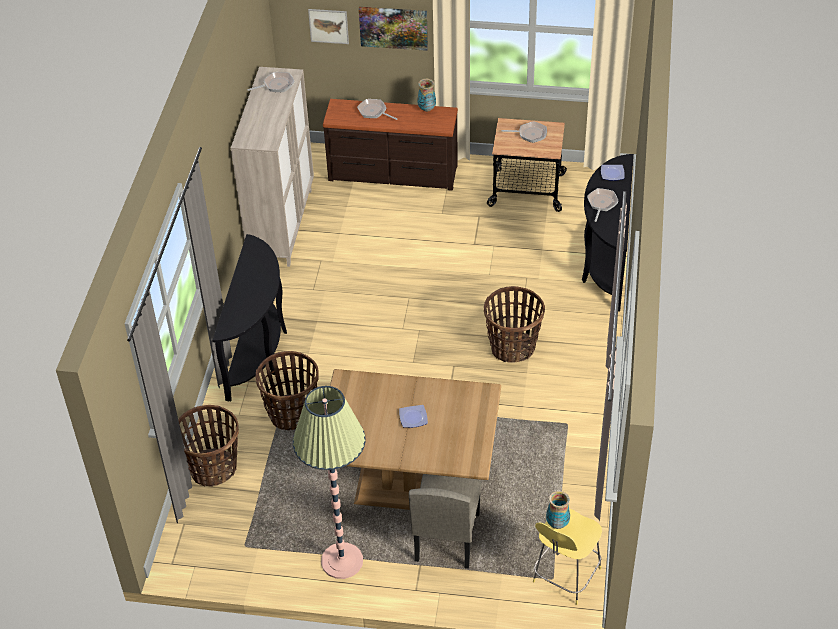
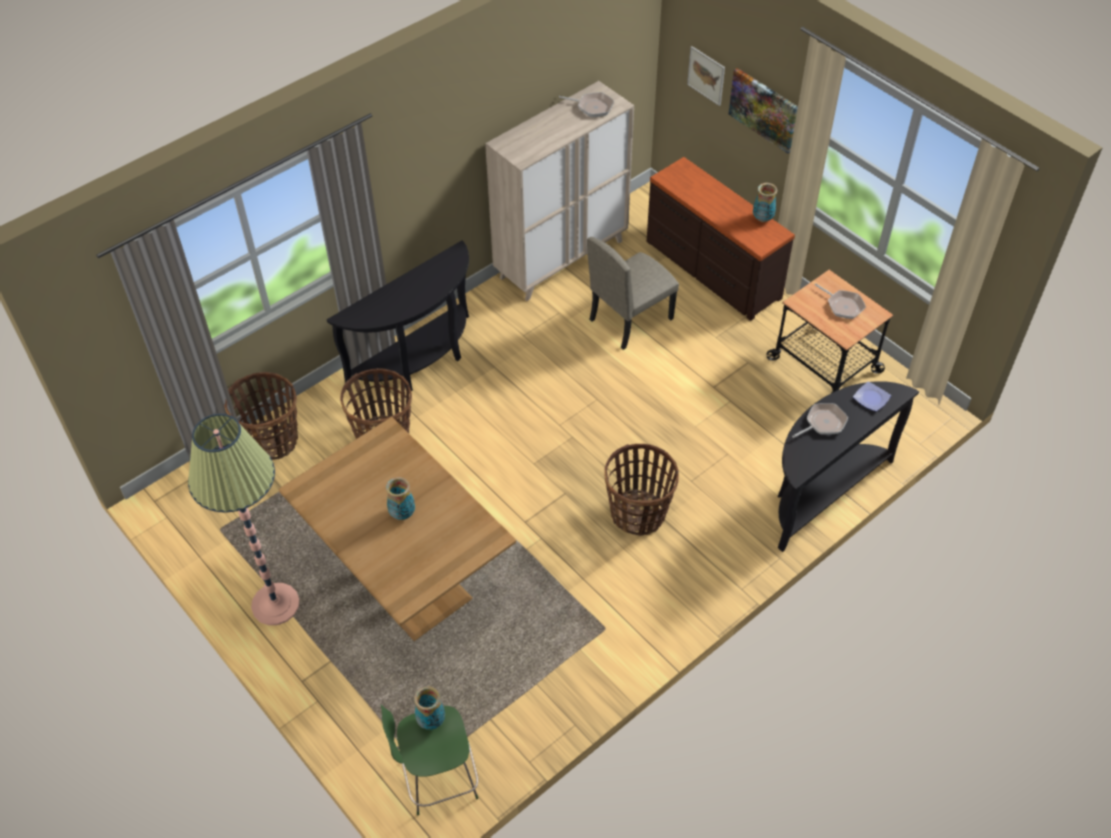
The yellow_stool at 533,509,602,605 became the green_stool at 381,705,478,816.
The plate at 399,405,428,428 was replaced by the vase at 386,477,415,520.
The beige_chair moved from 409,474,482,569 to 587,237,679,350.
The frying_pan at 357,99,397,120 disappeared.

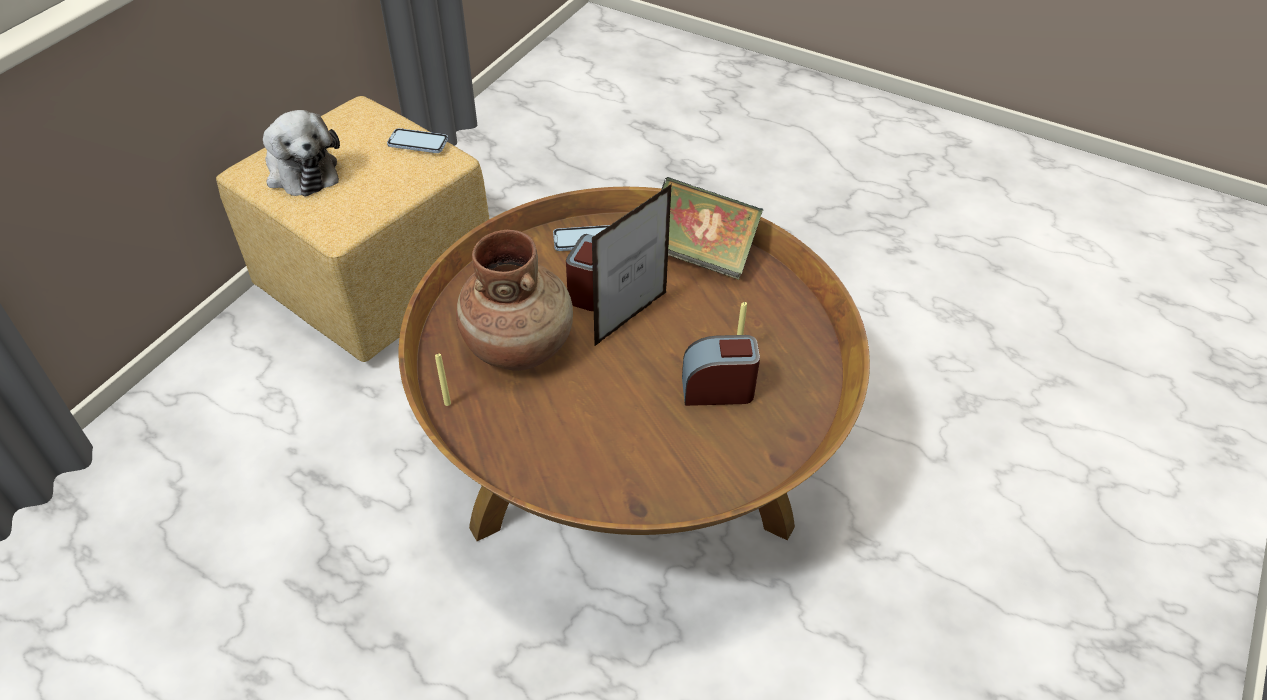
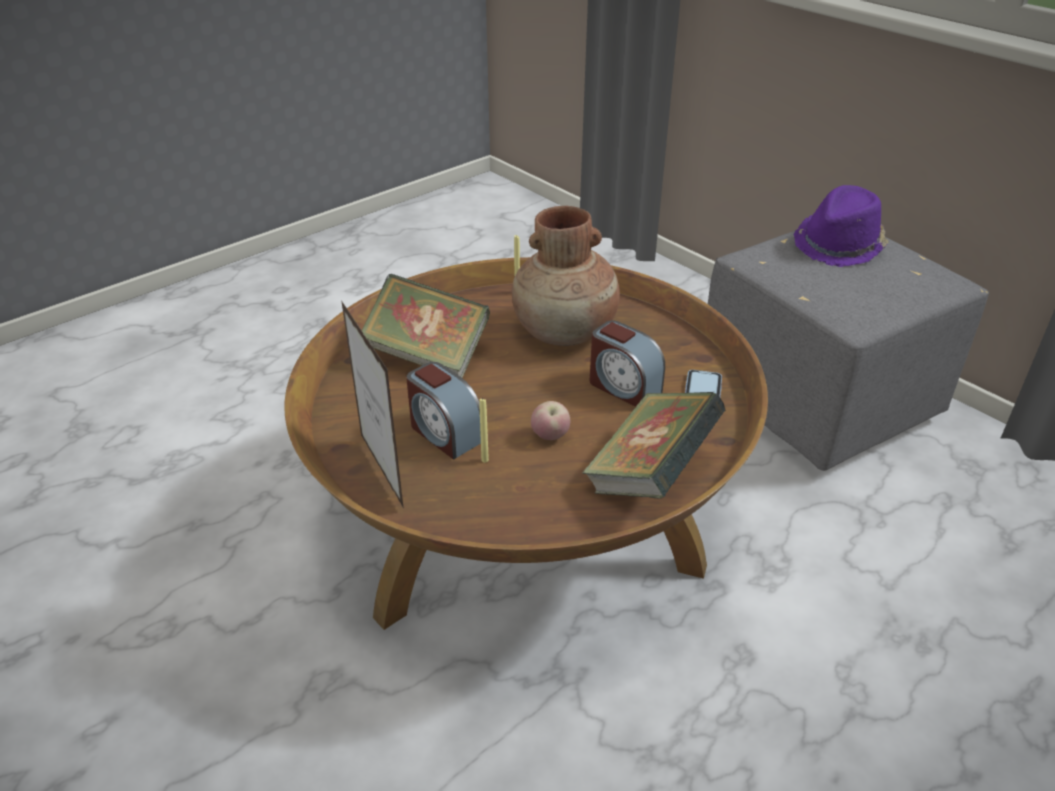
The picture_frame moved from 592,184,672,347 to 342,302,404,508.
The book at 362,274,490,378 appeared.
The alarm_clock at 682,335,760,406 turned 120 degrees clockwise.
The apple at 531,401,570,440 appeared.
The yellow_ottoman at 216,96,489,362 became the grey_ottoman at 708,231,989,471.
The plush_toy at 263,110,340,197 was replaced by the purple_hat at 794,185,889,267.
The phone at 387,128,448,153 disappeared.

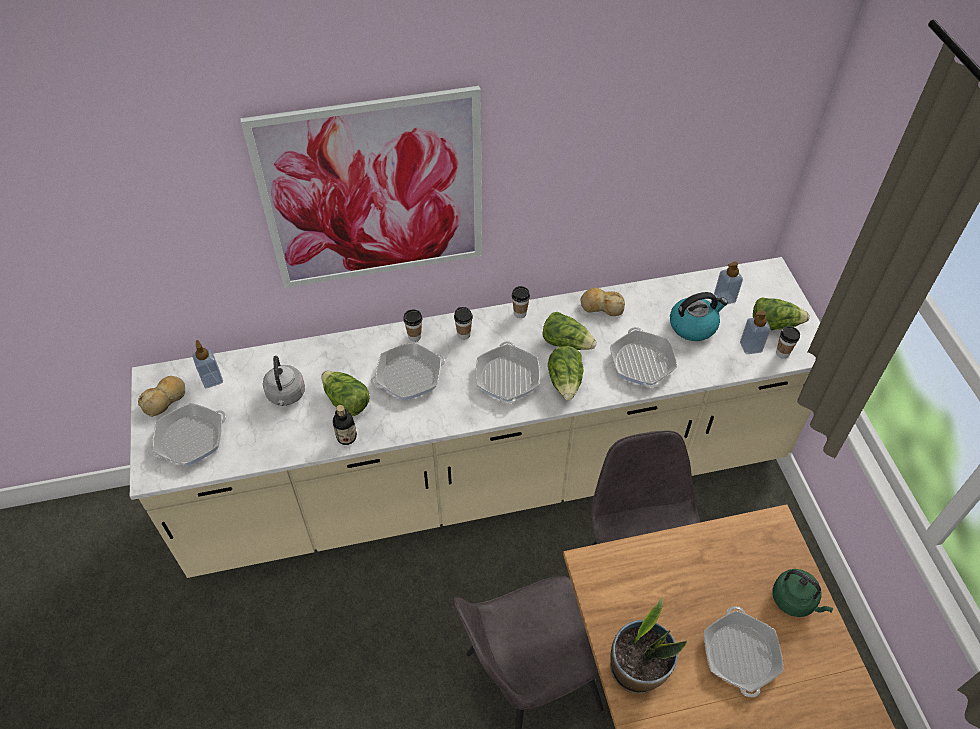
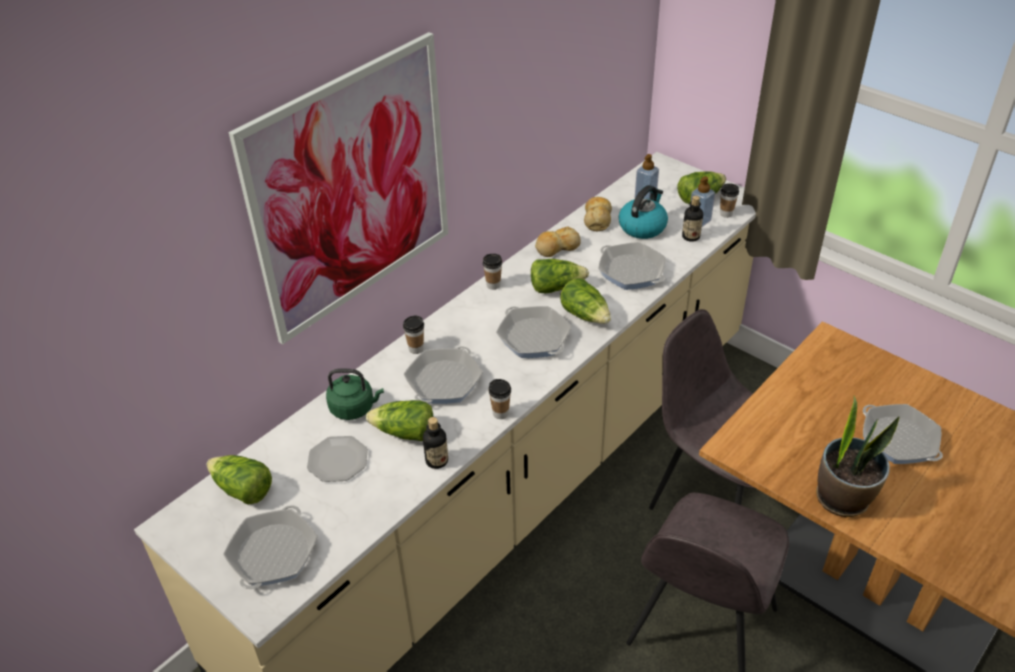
The soap_dispenser at 192,340,223,388 was replaced by the lettuce at 207,455,272,505.
The grey_kettle at 263,356,305,406 was replaced by the plate at 307,436,368,482.
The green_kettle moved from 773,569,833,617 to 326,369,384,420.
The cup moved from 454,307,473,340 to 488,379,511,419.
The bread moved from 138,376,185,417 to 584,197,612,231.
The bottle at 682,196,703,242 appeared.

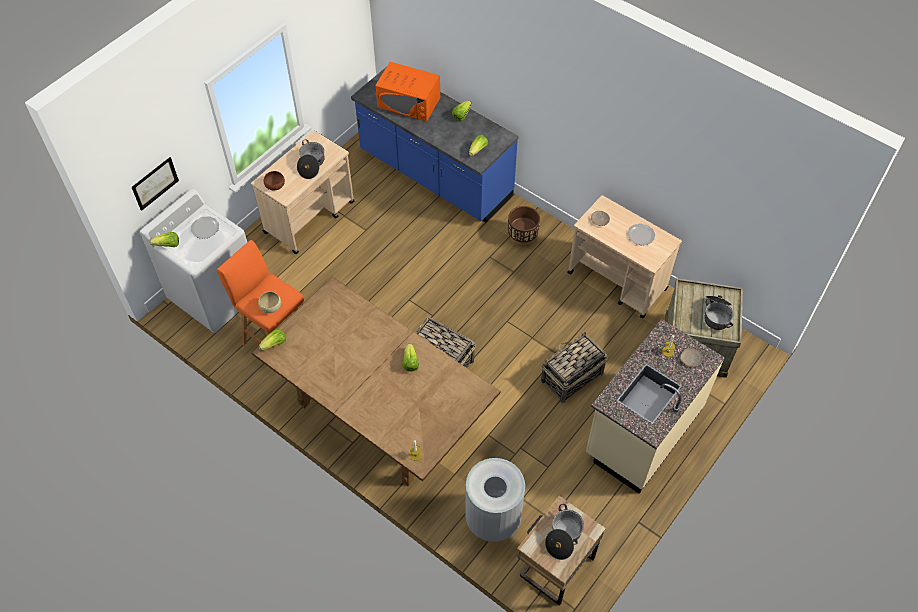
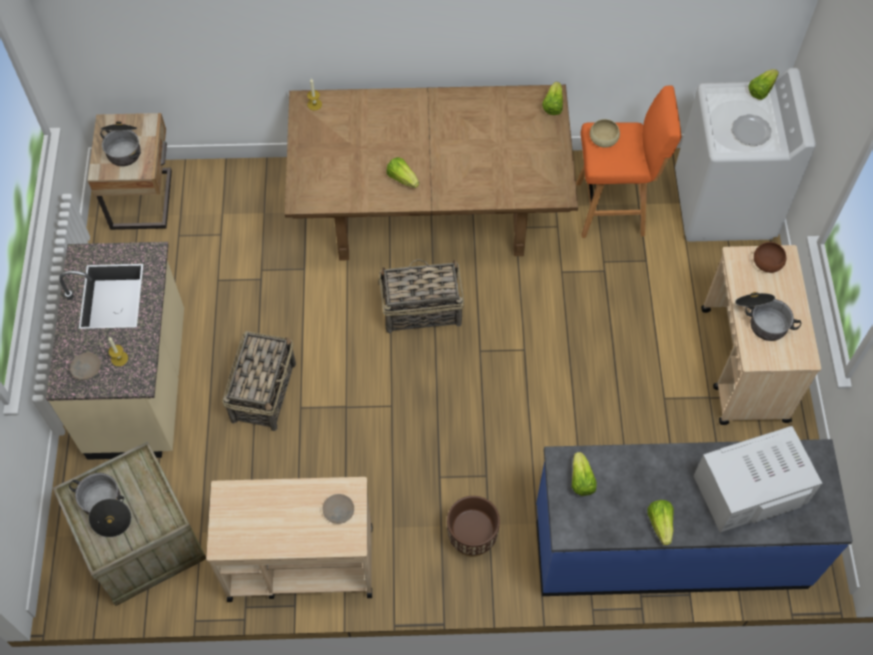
The orange_microwave at 376,62,440,121 became the white_microwave at 693,426,822,533.
The picture at 131,157,179,211 disappeared.
The grey_trash_can at 465,458,525,542 disappeared.
The plate at 627,224,655,246 disappeared.

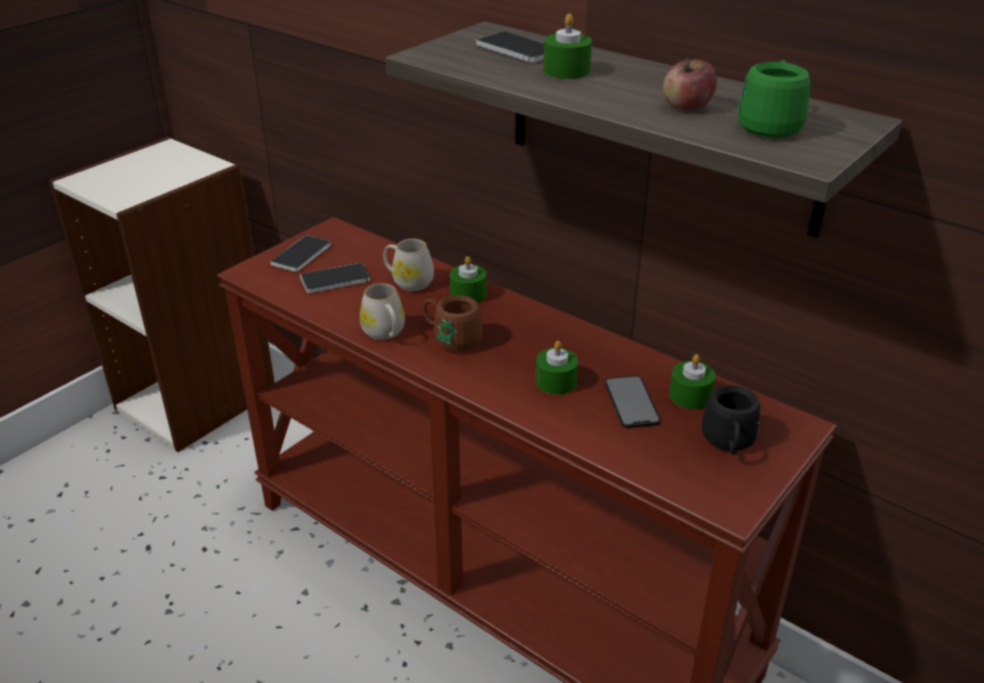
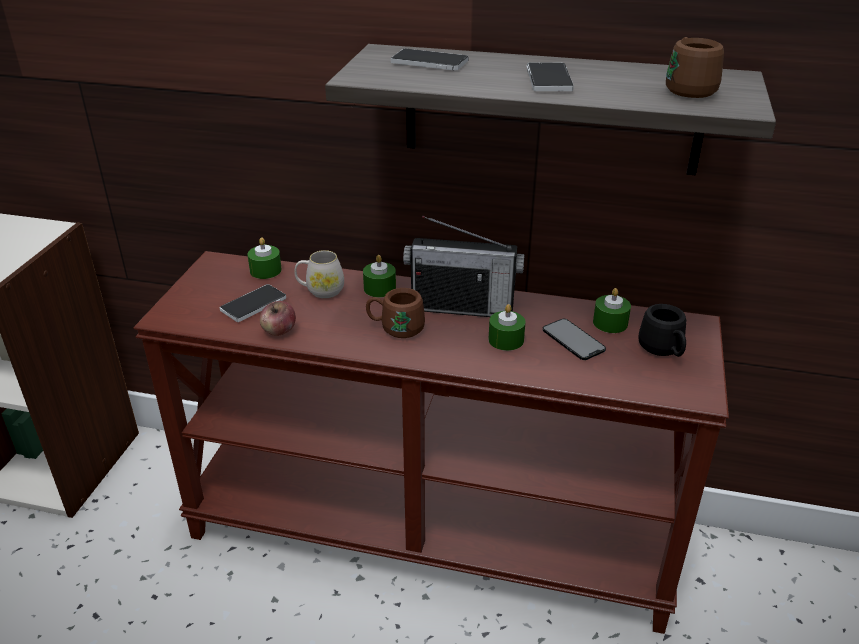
The green_candle moved from 543,14,592,79 to 247,238,282,279.
The apple moved from 663,58,717,110 to 260,301,296,336.
The radio at 403,215,525,317 appeared.
The phone moved from 271,235,331,272 to 526,62,574,91.
The green_mug at 738,60,810,138 became the brown_mug at 666,37,724,98.
The white_mug at 360,283,405,340 disappeared.

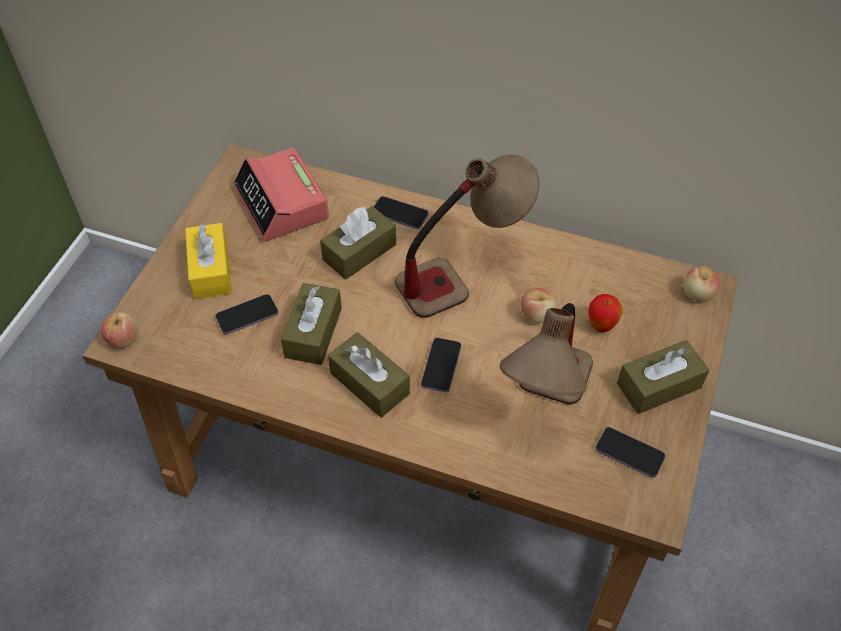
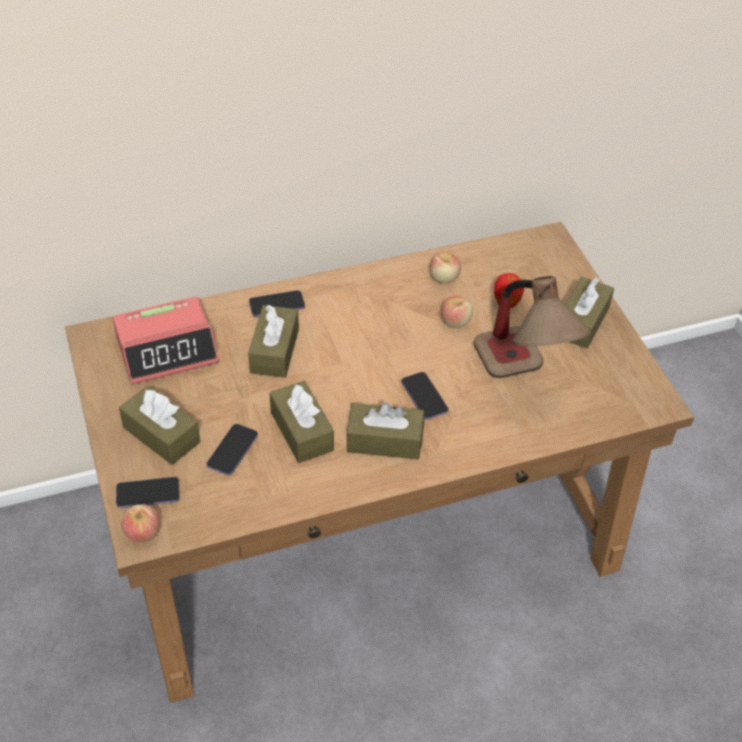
The alarm_clock at 233,148,329,241 turned 45 degrees counterclockwise.
The phone moved from 595,427,665,478 to 116,477,180,508.
The yellow_tissue_box at 185,222,232,299 became the brown_tissue_box at 119,386,200,465.
The apple moved from 684,266,720,302 to 430,252,461,283.
The table_lamp at 395,155,539,318 disappeared.

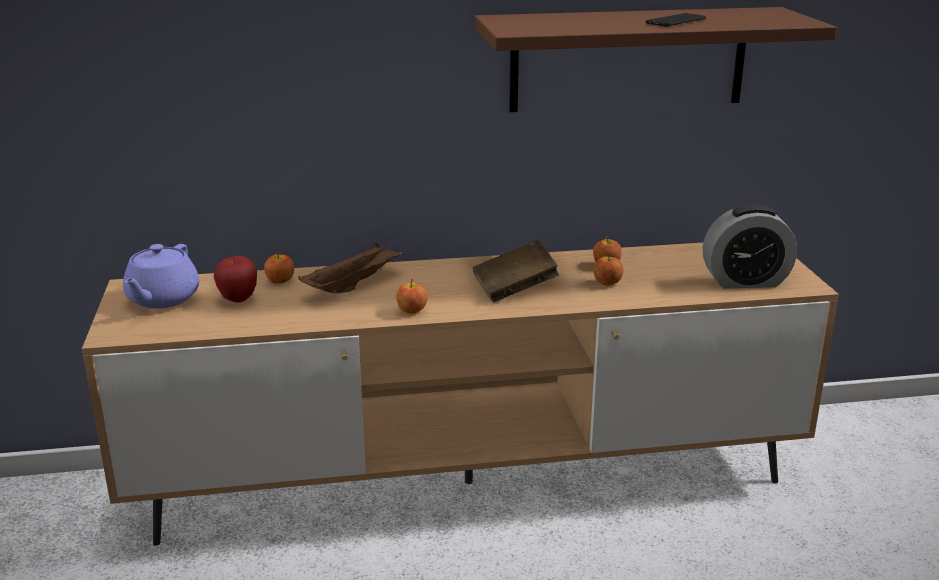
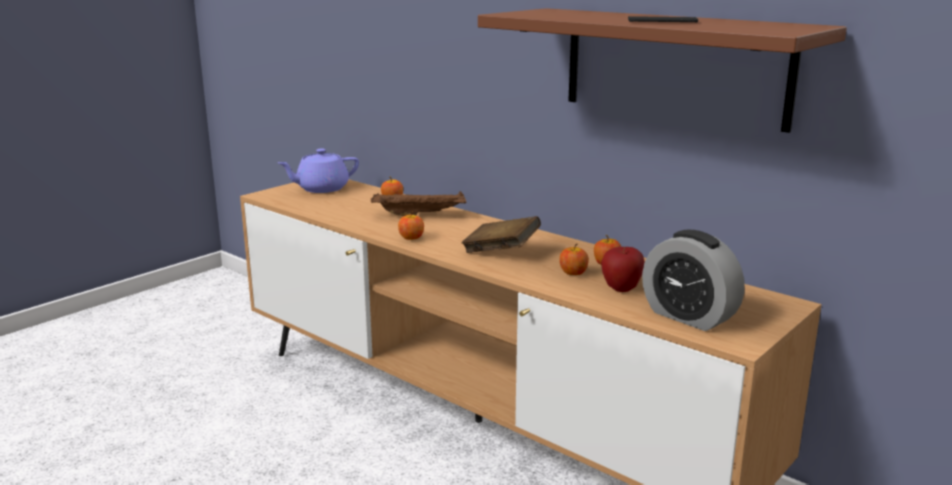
The apple moved from 214,256,257,302 to 601,247,645,292.

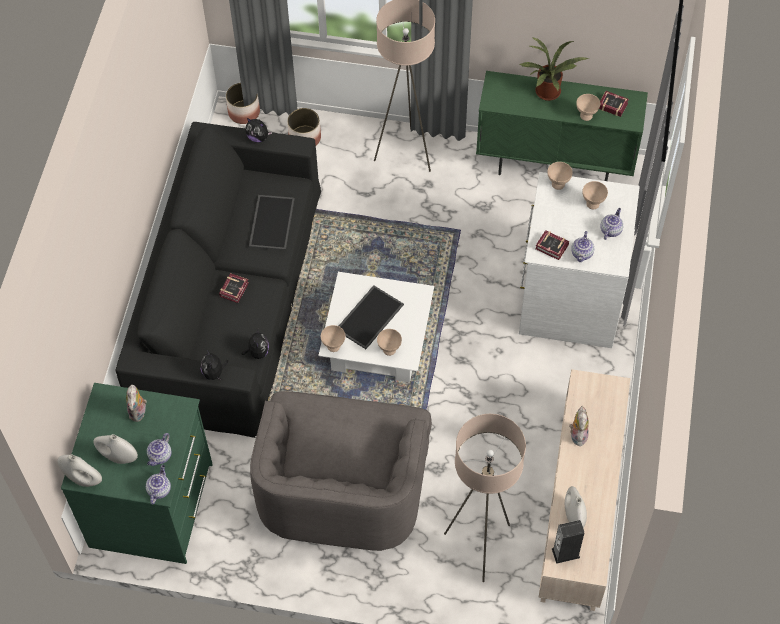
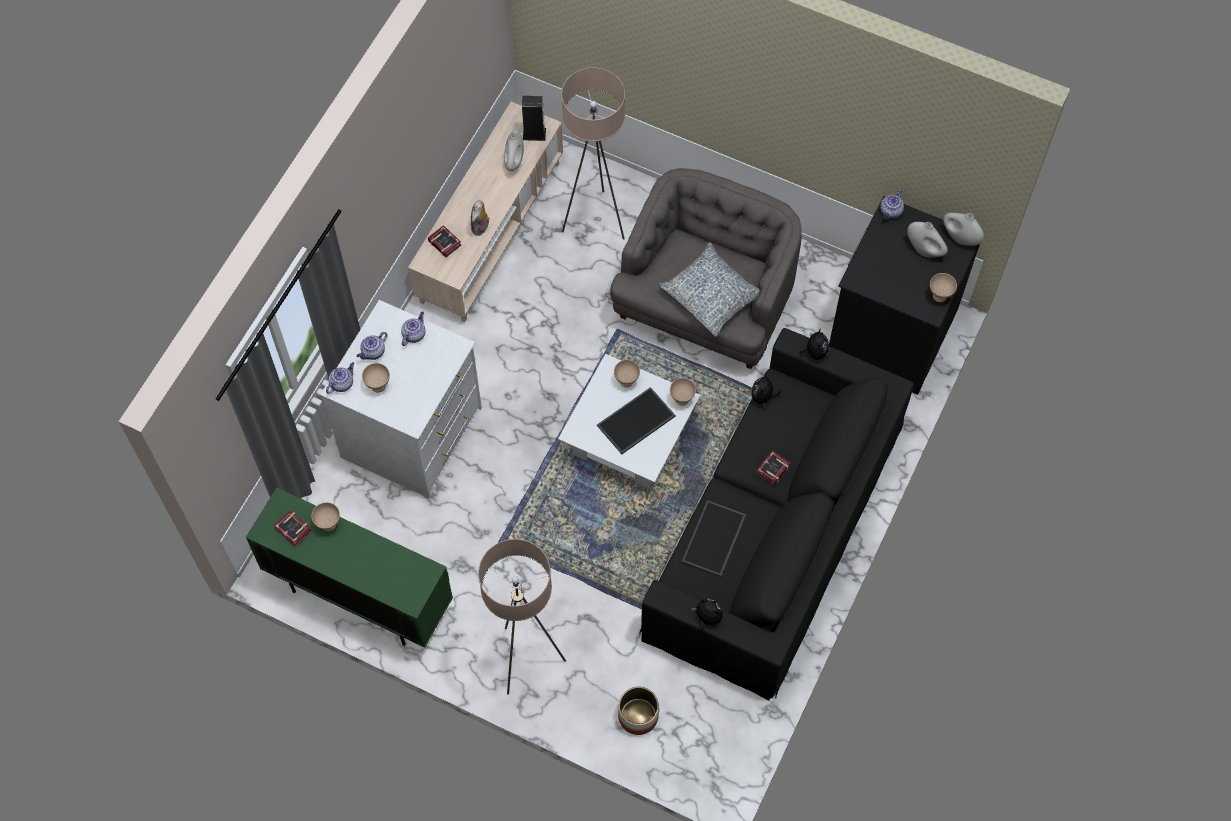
The teapot moved from 147,433,172,466 to 326,362,354,394.
The book moved from 535,230,569,260 to 428,225,461,257.
The pillow at 658,242,760,337 appeared.
The green_dresser at 61,383,213,564 became the black_dresser at 829,196,980,395.
The beige_bowl moved from 547,162,573,190 to 930,273,957,302.
The plush_toy at 126,385,147,422 disappeared.
The planter at 226,83,260,124 disappeared.
The potted_plant at 519,37,589,101 disappeared.

